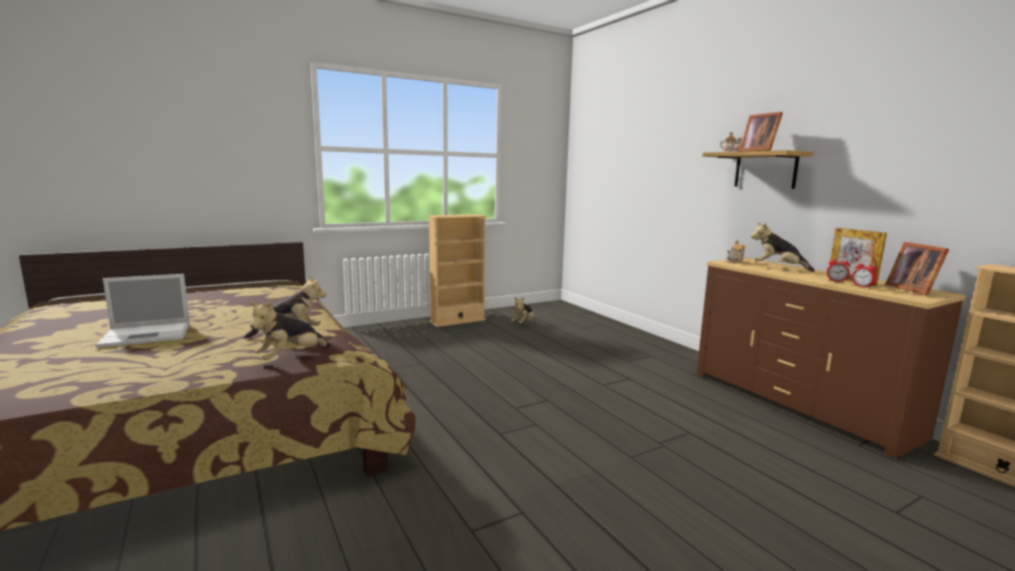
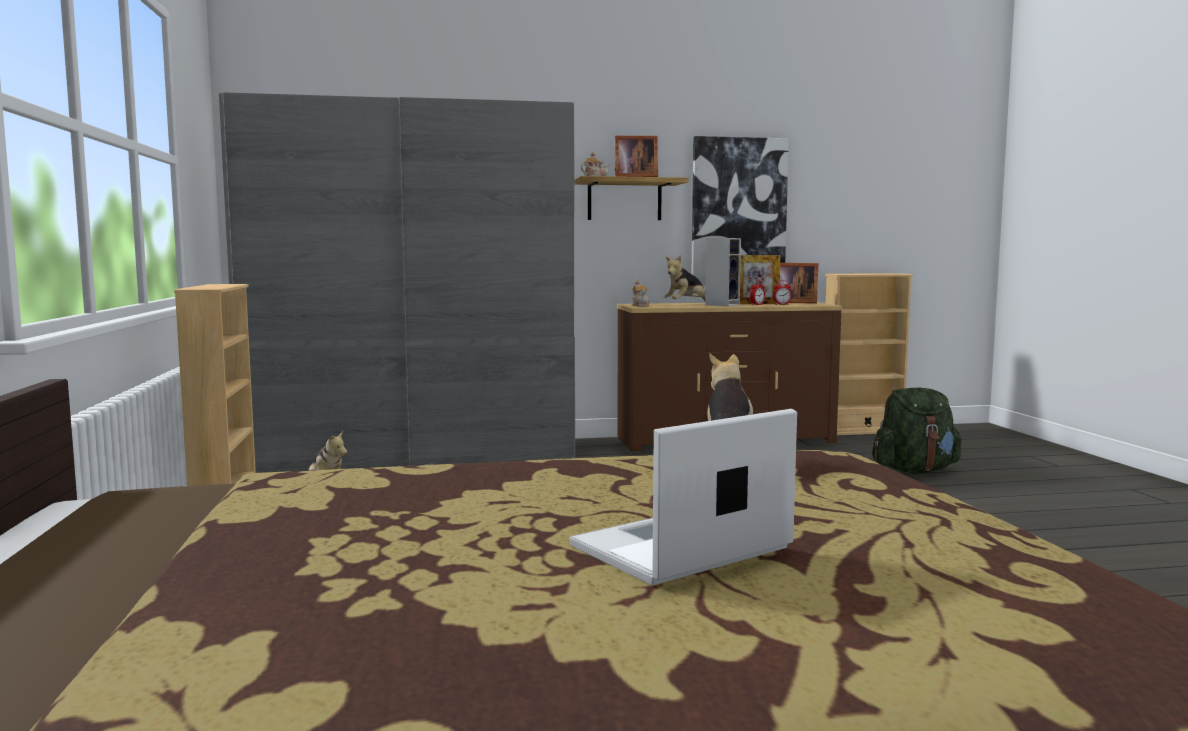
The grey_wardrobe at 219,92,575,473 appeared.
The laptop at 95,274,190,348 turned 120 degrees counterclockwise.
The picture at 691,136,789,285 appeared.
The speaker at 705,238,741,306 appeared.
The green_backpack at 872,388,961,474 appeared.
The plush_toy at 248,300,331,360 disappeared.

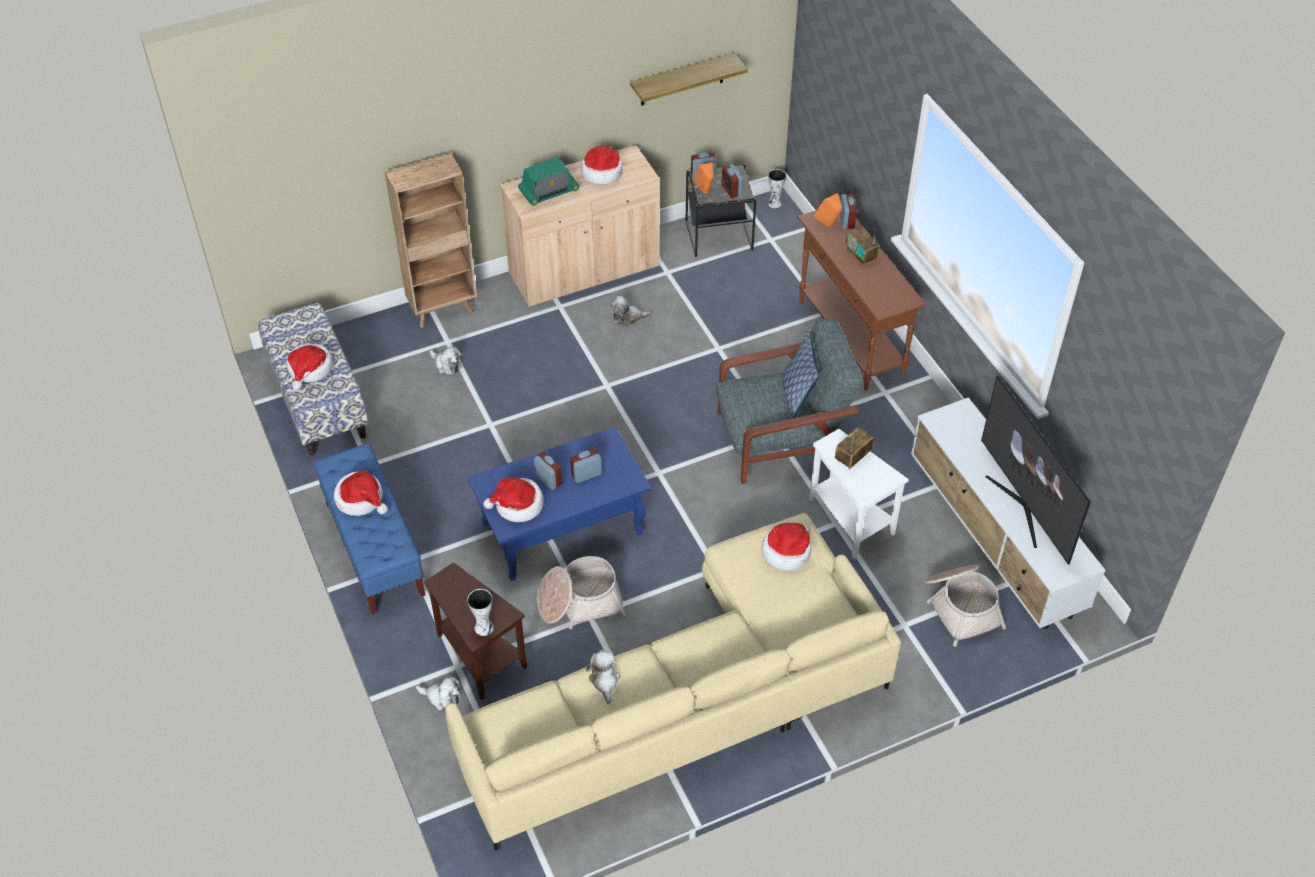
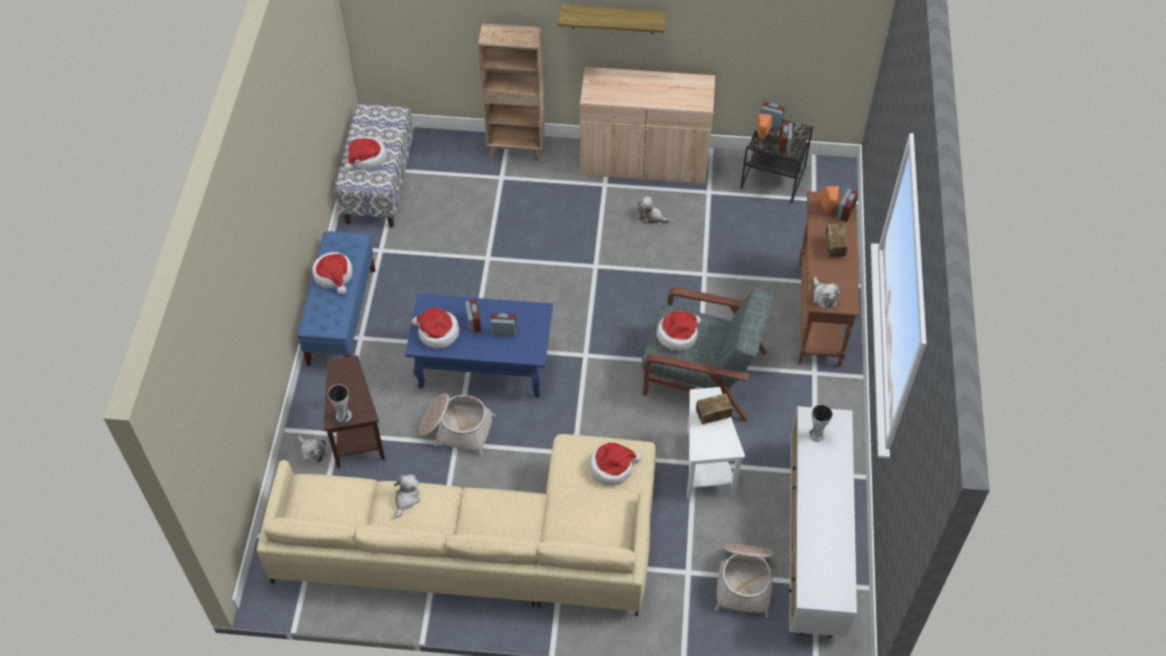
The shelf moved from 630,53,748,105 to 558,5,666,34.
The hat moved from 581,146,623,185 to 657,311,701,351.
The vase moved from 768,169,786,208 to 809,404,833,442.
The plush_toy moved from 430,347,462,375 to 813,276,840,309.
The radio at 518,157,579,206 disappeared.
The pillow at 782,331,820,418 disappeared.
The television at 981,376,1091,565 disappeared.

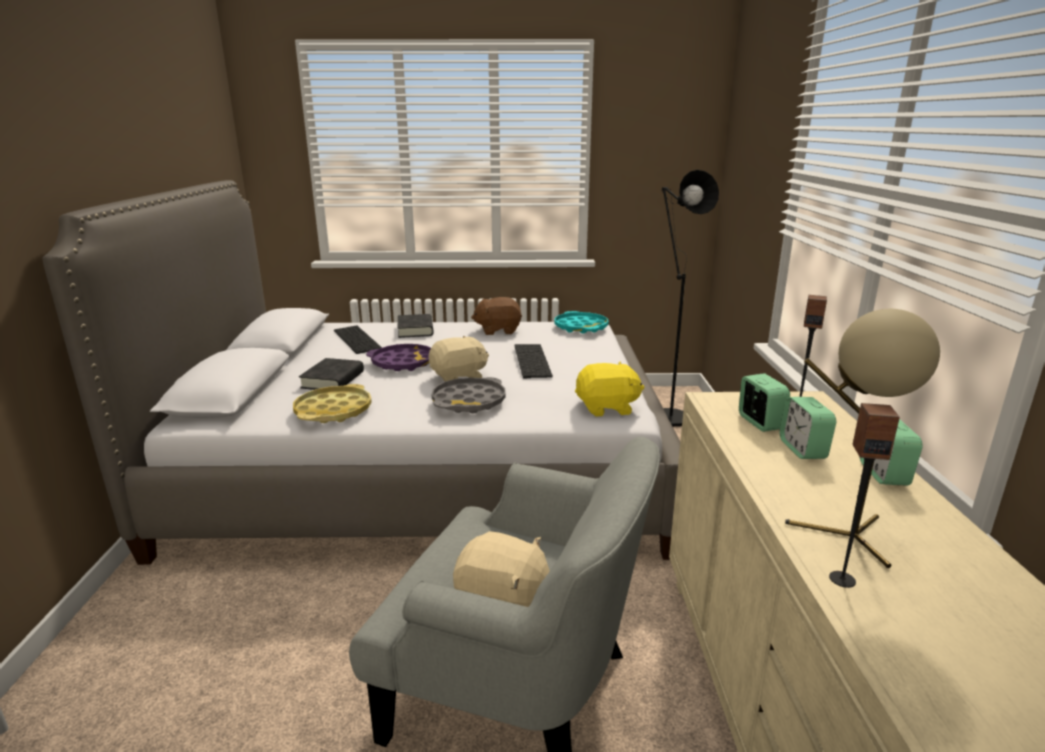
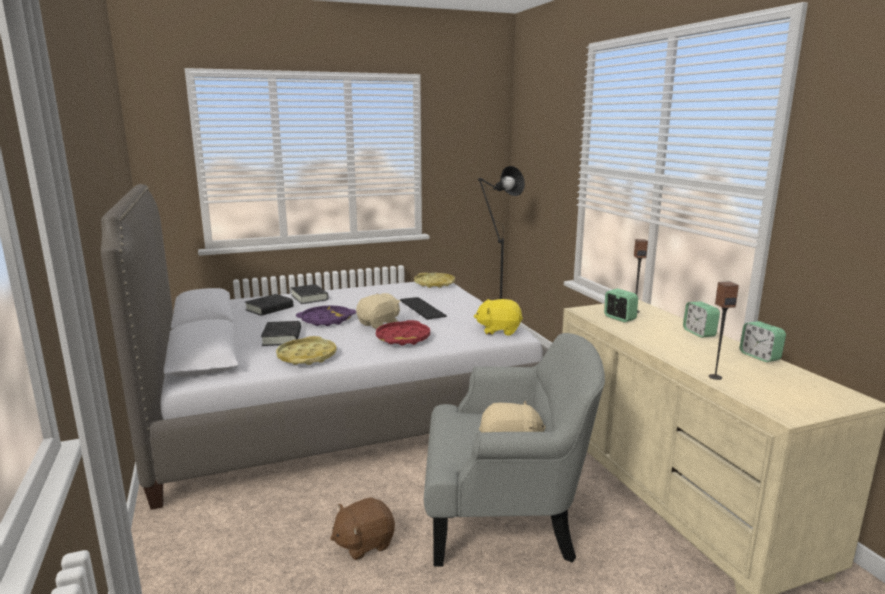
The keyboard at 334,326,382,354 was replaced by the black_book at 245,294,293,316.
The brown_plush_toy moved from 471,297,522,335 to 330,497,395,560.
The grey_tray at 432,377,506,414 became the red_tray at 376,320,430,346.
The turquoise_tray at 555,311,609,334 became the yellow_tray at 414,273,455,288.
The yellow_plush_toy at 575,362,644,417 turned 150 degrees counterclockwise.
The alarm_clock moved from 780,397,836,459 to 740,321,786,362.
The beige_table_lamp at 785,309,940,568 disappeared.

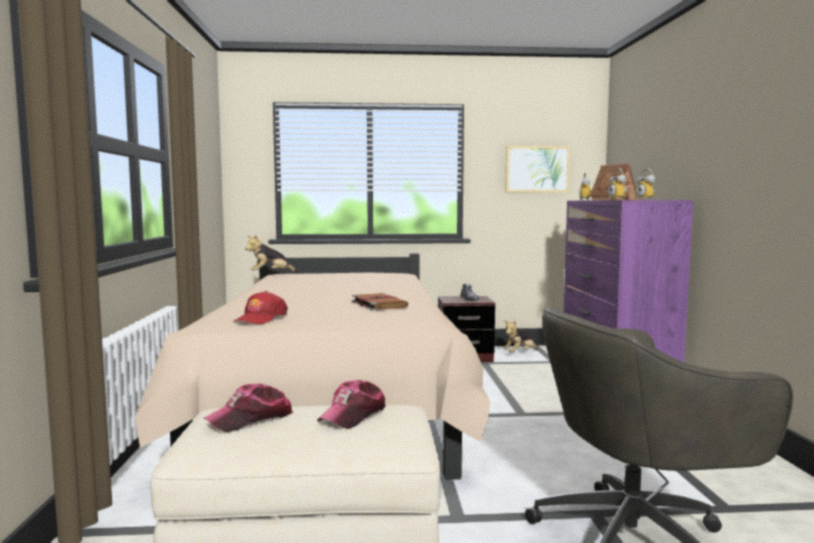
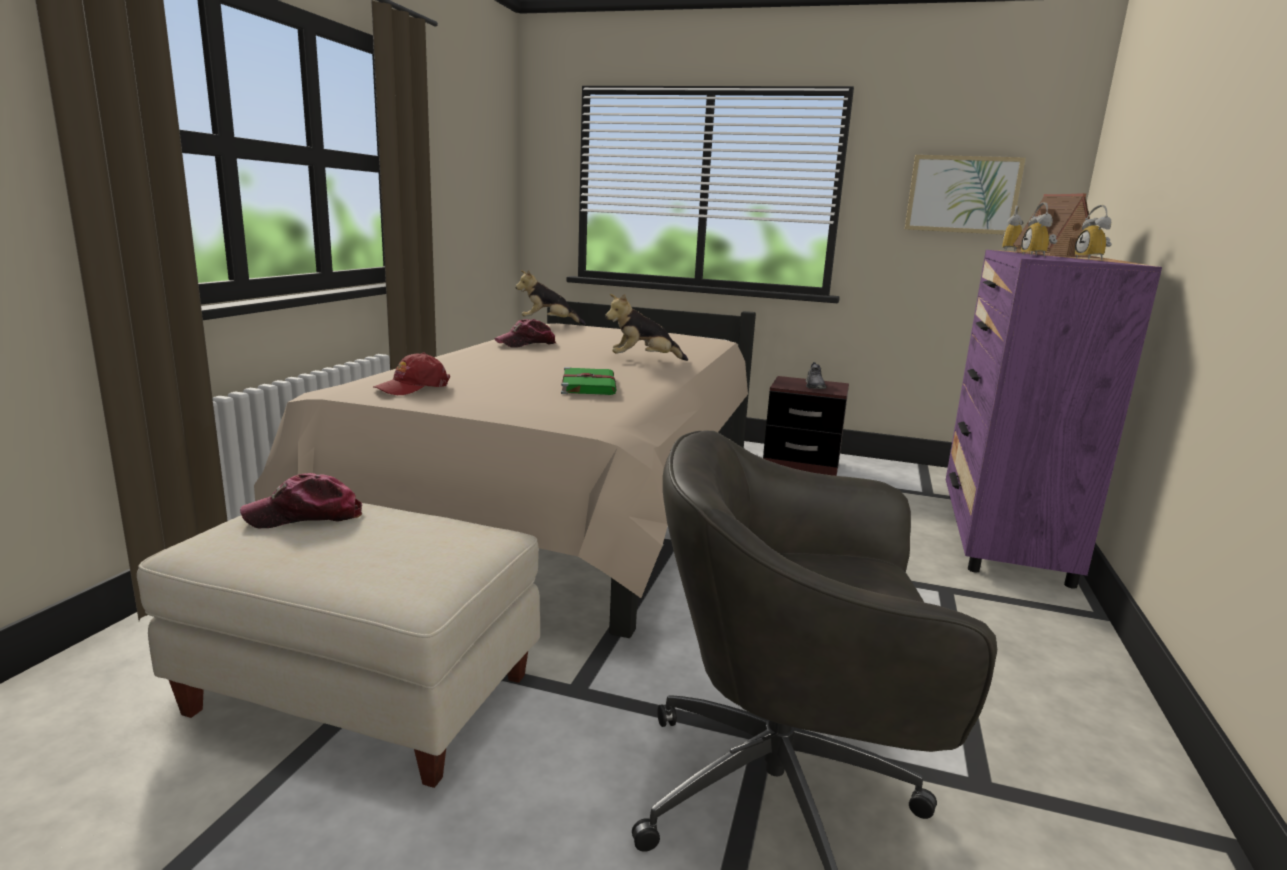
The cap moved from 317,379,386,429 to 494,319,556,348.
The brown_book at 352,293,408,311 became the green_book at 561,367,617,395.
The plush_toy moved from 503,320,538,352 to 606,294,688,361.

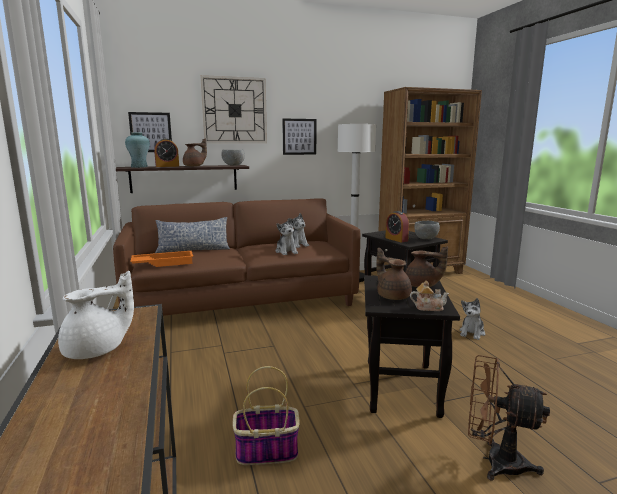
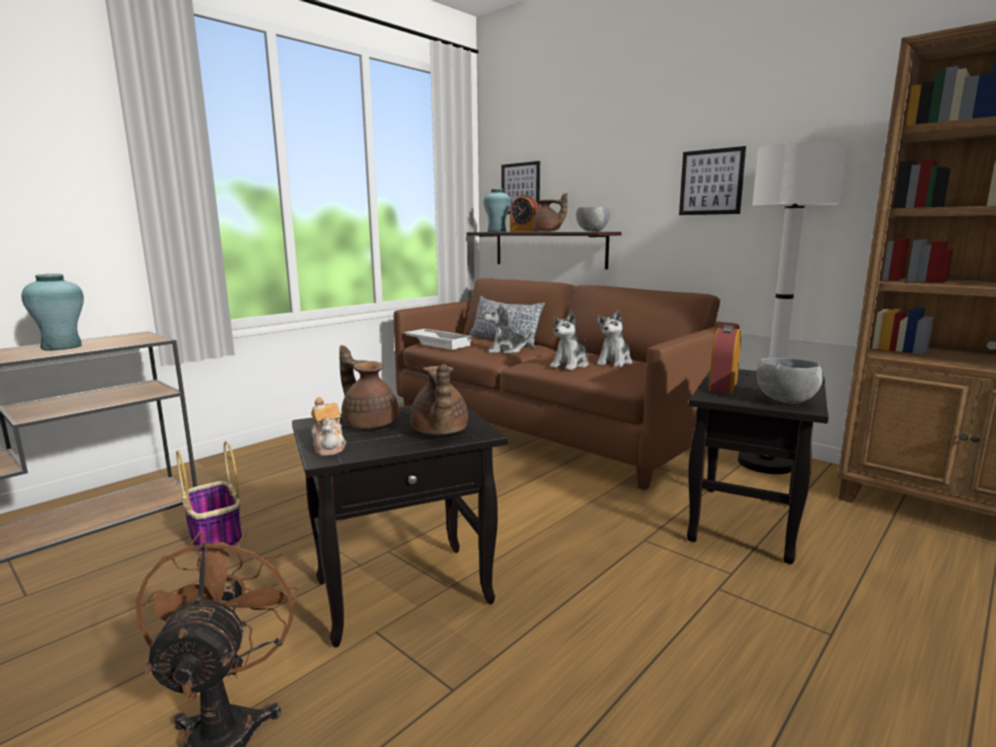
The white_teapot at 58,271,134,359 was replaced by the turquoise_vase at 21,274,84,351.
The brown_teapot at 376,248,412,300 turned 75 degrees counterclockwise.
The orange_tray at 130,251,193,267 became the white_tray at 404,329,473,350.
The plush_toy moved from 460,298,485,340 to 484,303,532,354.
The wall_clock at 200,75,267,143 disappeared.

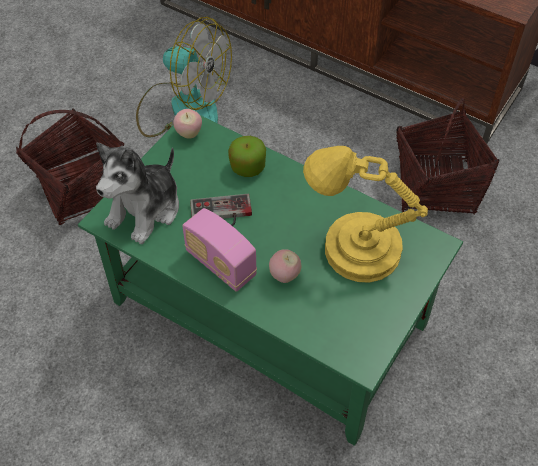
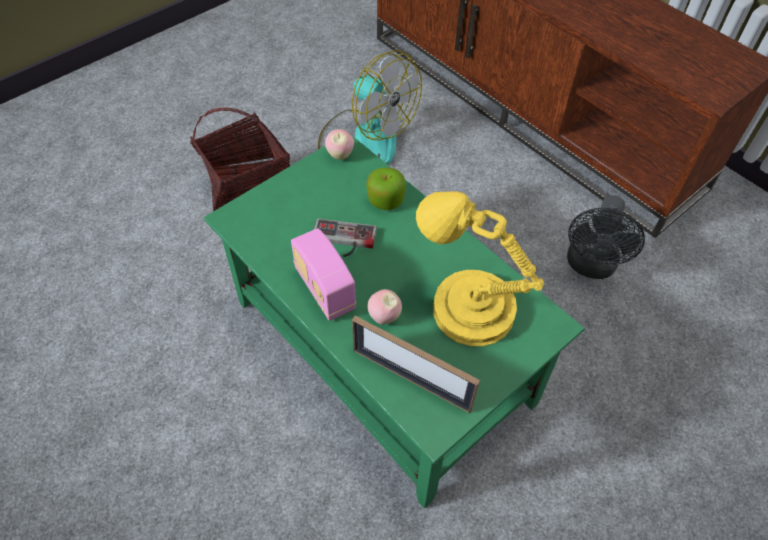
The picture_frame at 352,316,480,413 appeared.
The basket at 396,98,499,214 was replaced by the black_fan at 567,195,645,279.
The plush_toy at 96,143,179,244 disappeared.

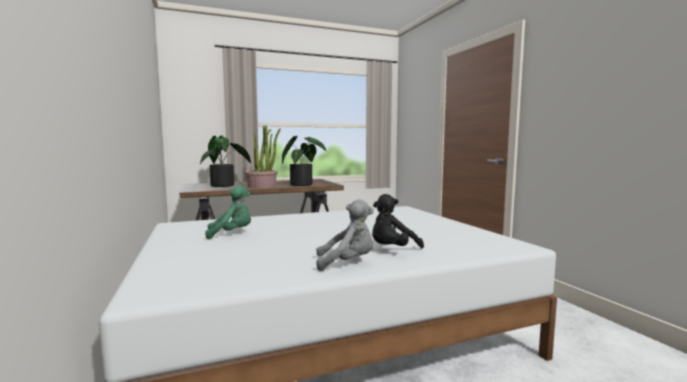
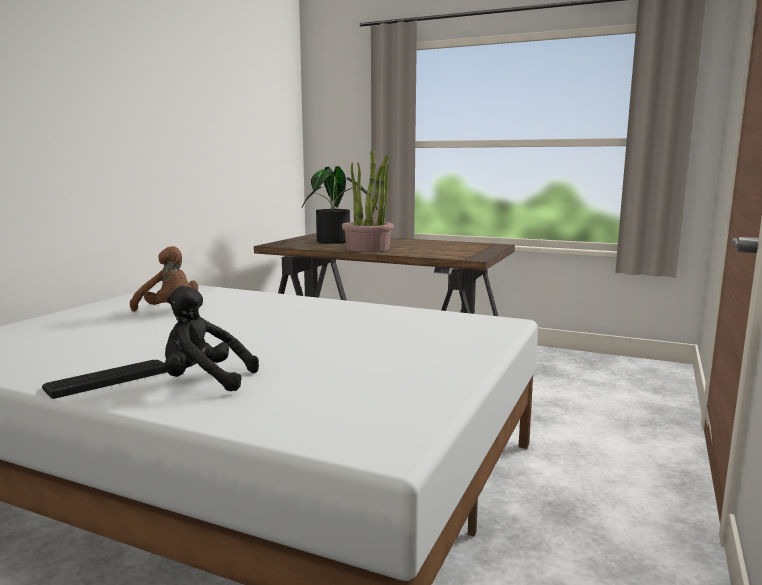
The grey_plush_toy at 316,199,374,271 was replaced by the keyboard at 42,360,167,399.
The green_plush_toy at 205,185,251,239 became the brown_plush_toy at 130,246,198,312.
The potted_plant at 282,136,326,186 disappeared.

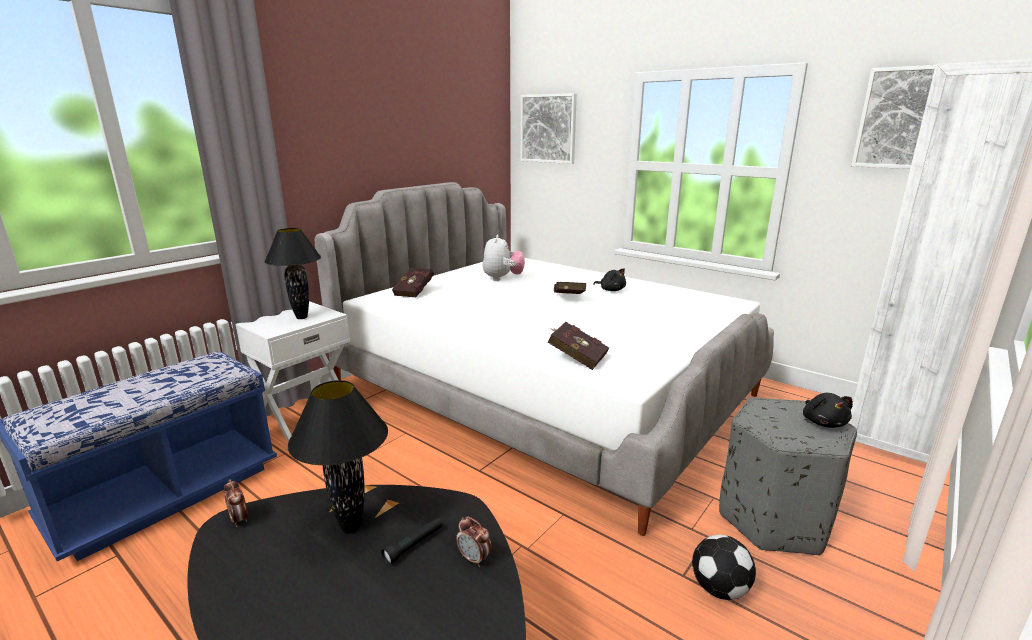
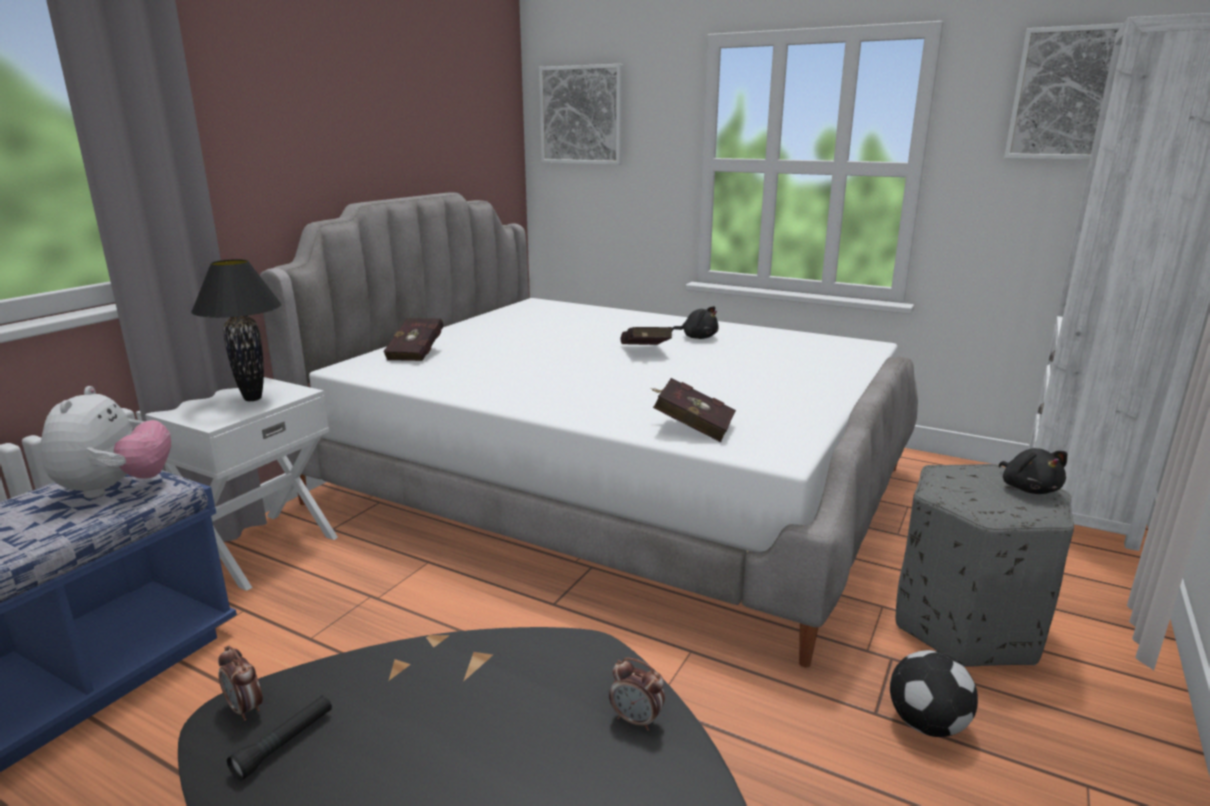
The plush_toy moved from 483,235,525,281 to 41,386,171,499.
The black_flashlight moved from 381,517,442,565 to 227,695,332,781.
The black_table_lamp at 288,380,388,534 disappeared.

